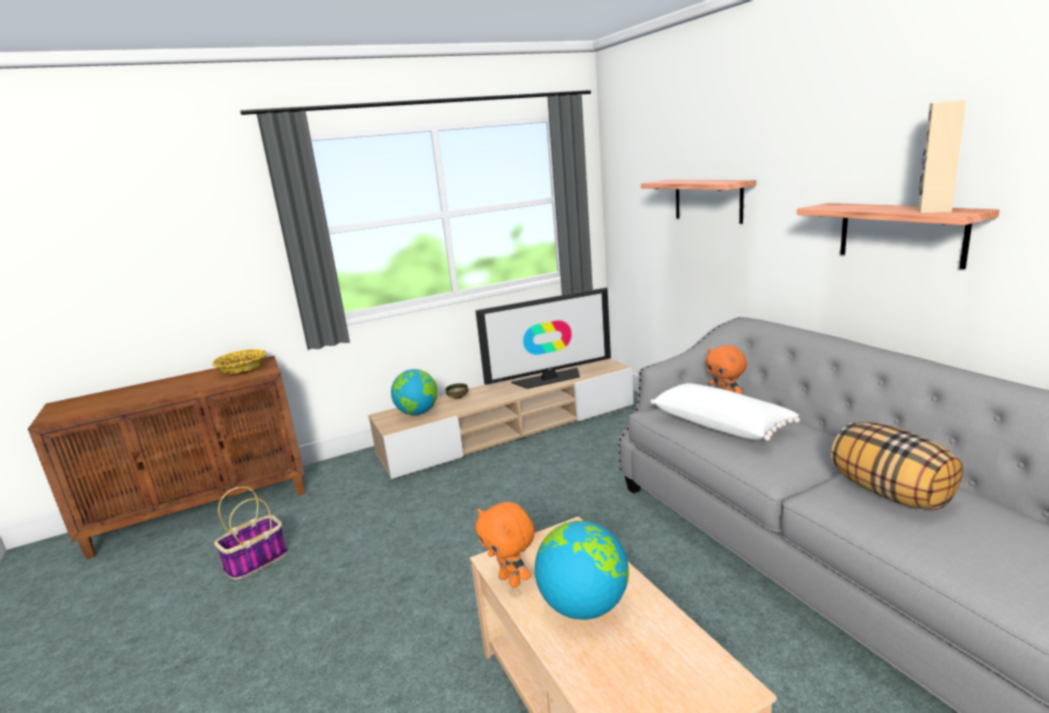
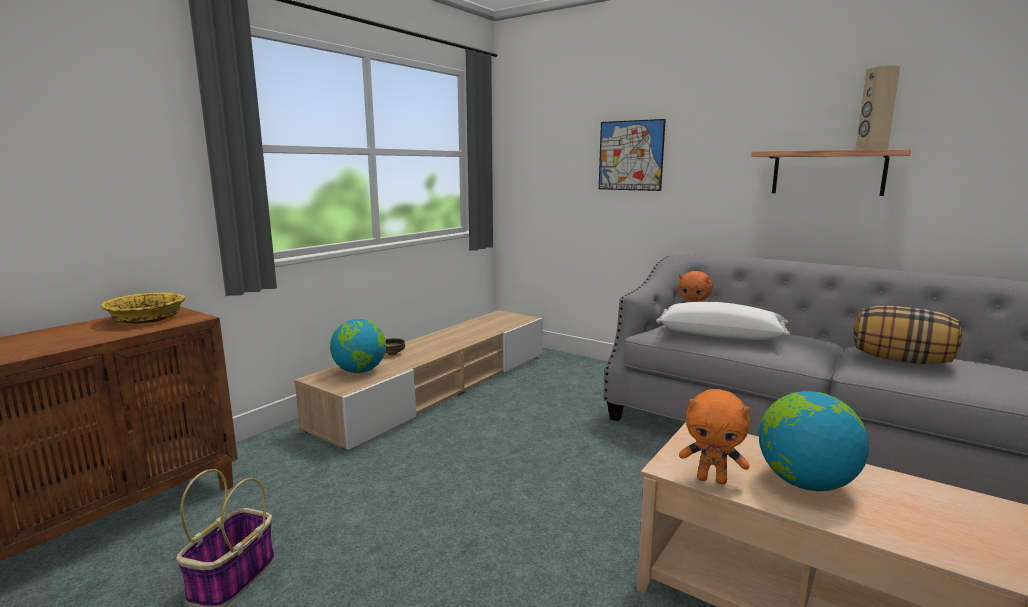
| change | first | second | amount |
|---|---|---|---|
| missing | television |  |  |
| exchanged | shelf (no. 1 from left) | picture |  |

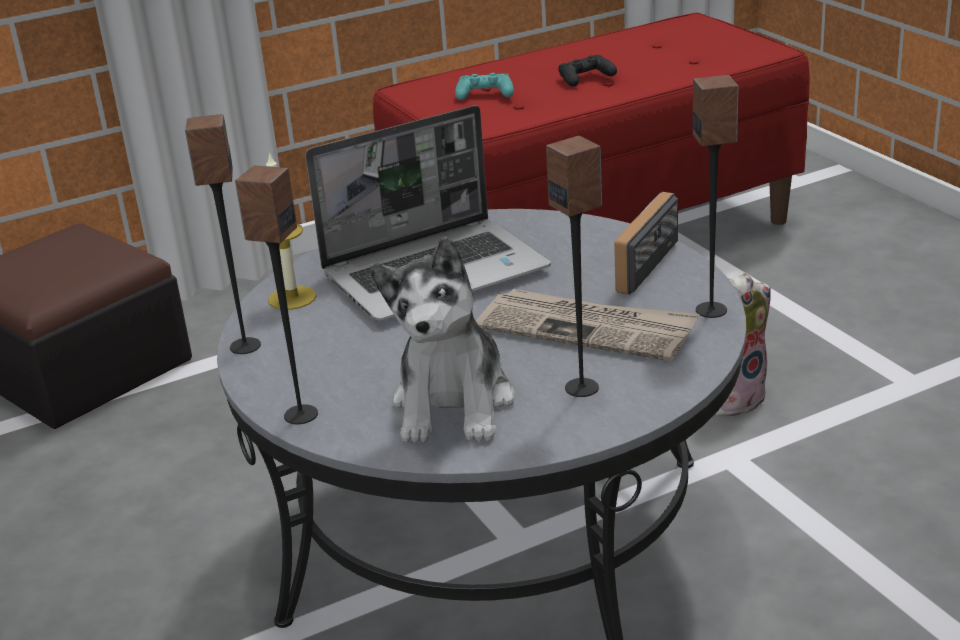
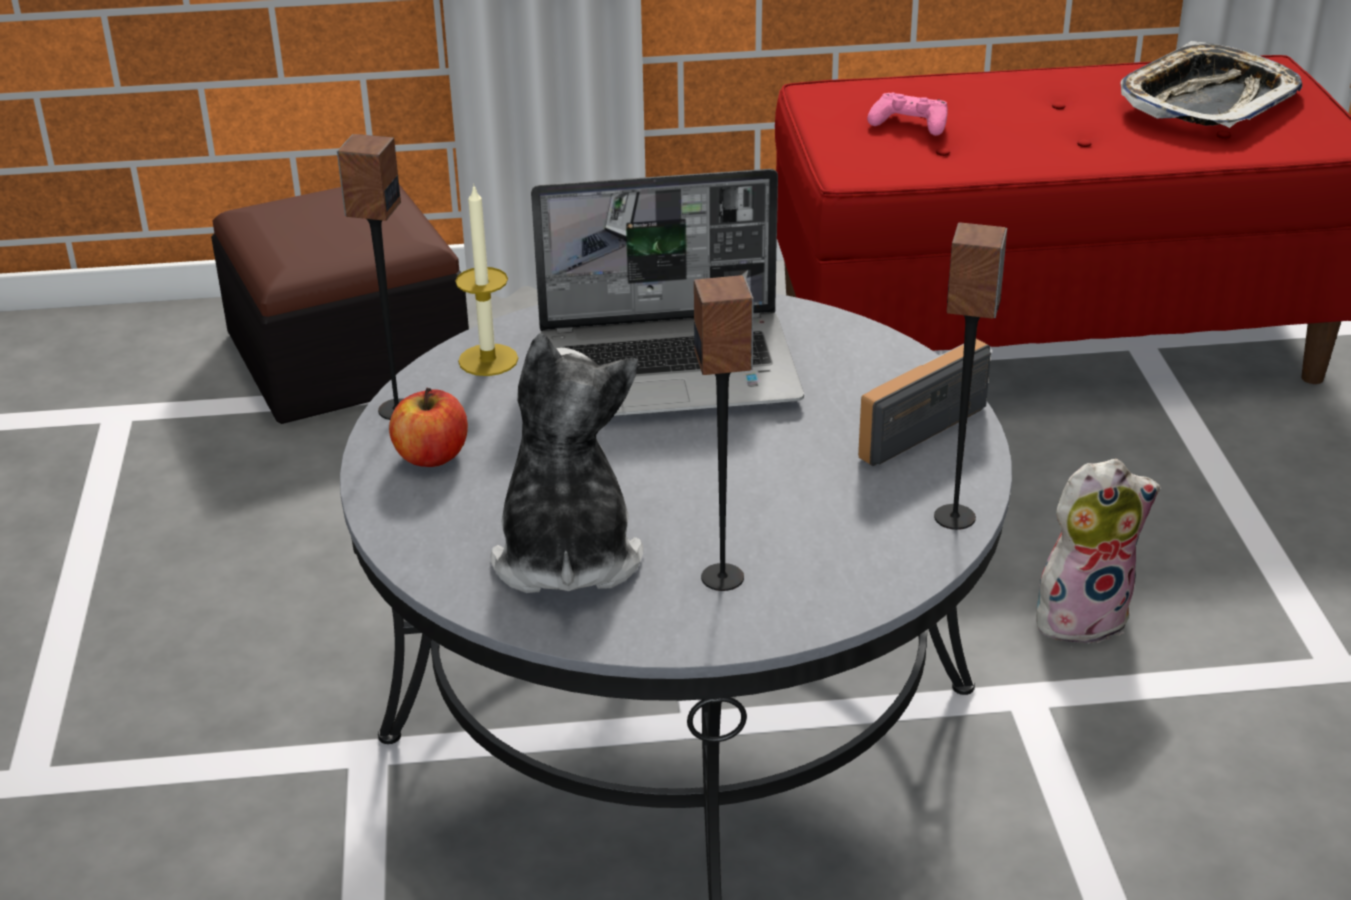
| change | first | second | amount |
|---|---|---|---|
| missing | speaker (no. 2 from left) |  |  |
| missing | newspaper |  |  |
| missing | black game controller |  |  |
| appeared |  | apple |  |
| appeared |  | tray |  |
| colour | turquoise game controller | pink game controller |  |
| spun | plush toy (no. 1 from left) |  | 150 degrees clockwise |

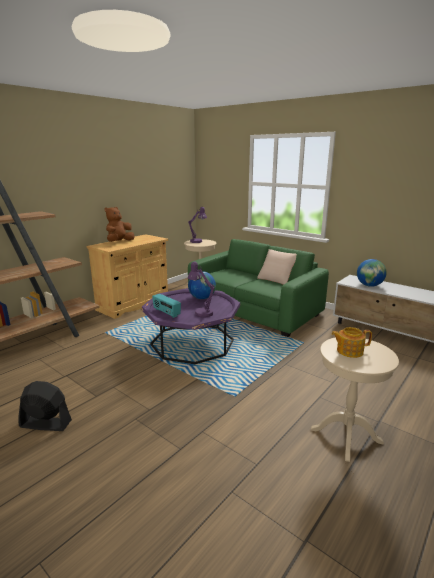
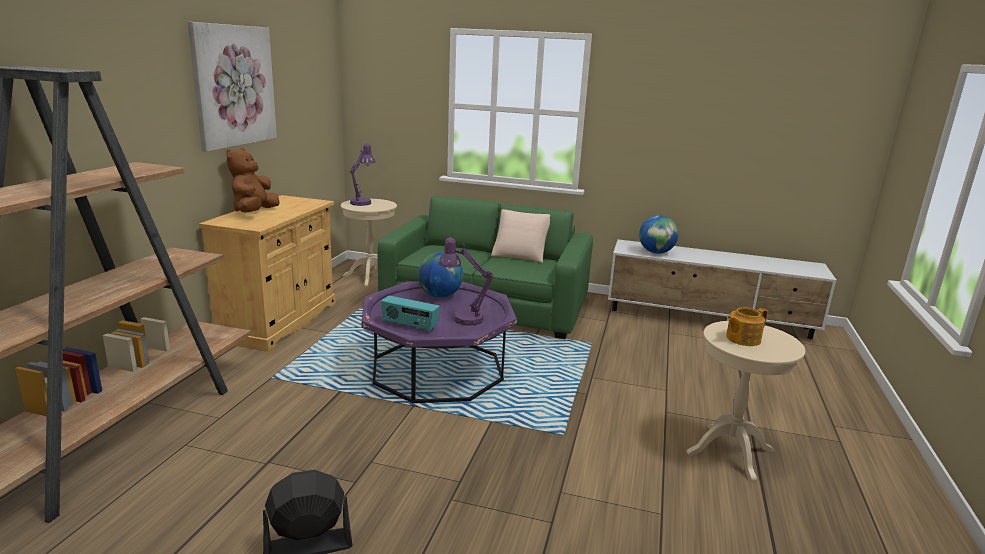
| change | first | second | amount |
|---|---|---|---|
| appeared |  | picture |  |

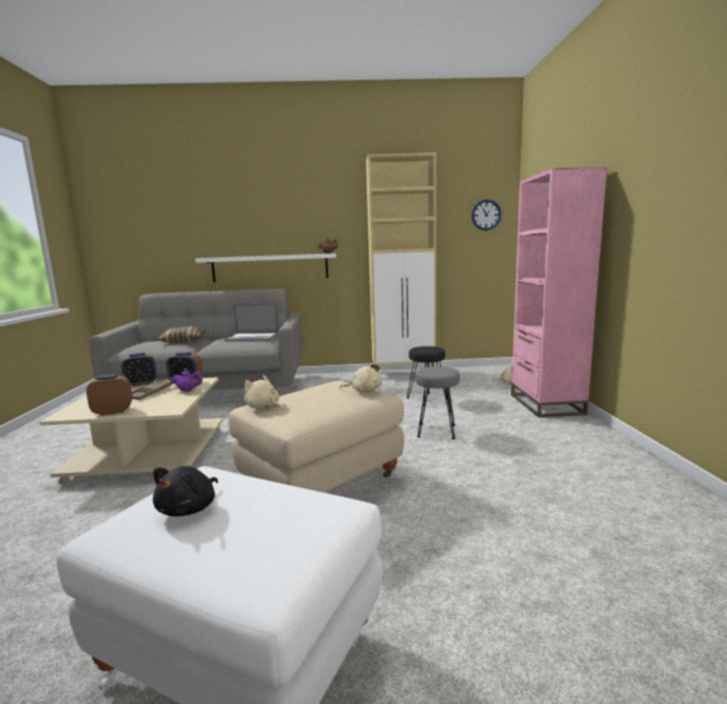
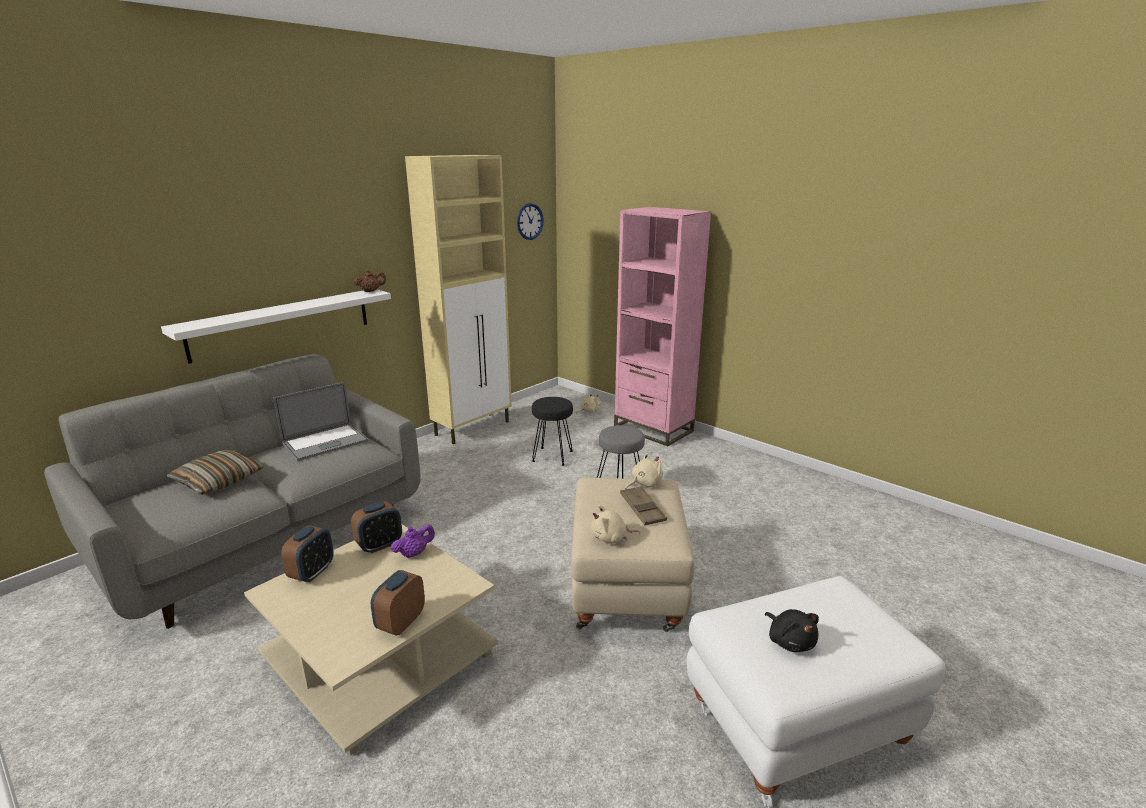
| change | first | second | amount |
|---|---|---|---|
| relocated | brown tray |  |  |

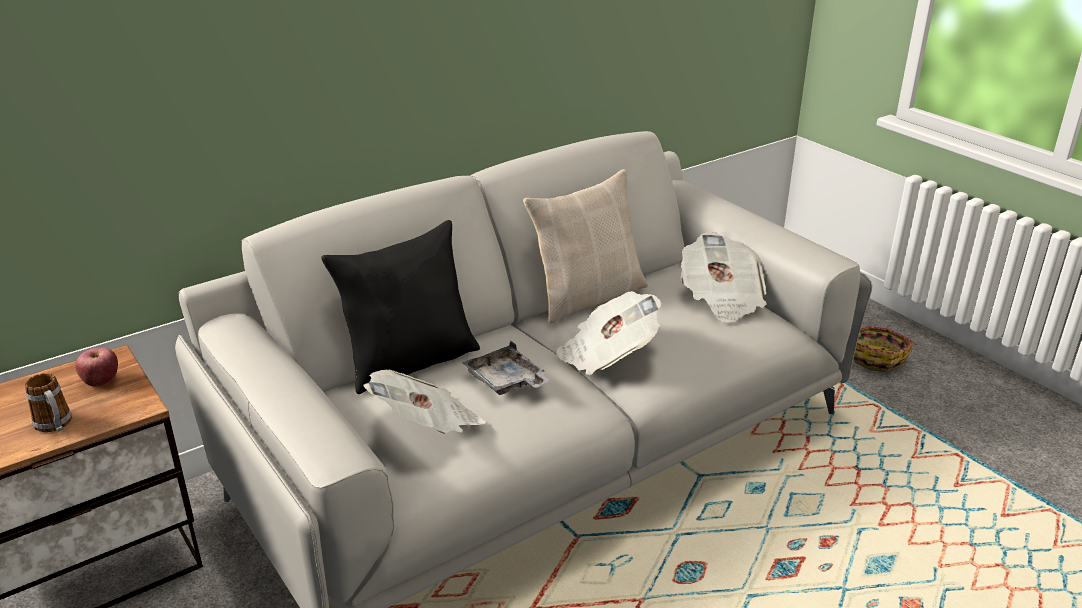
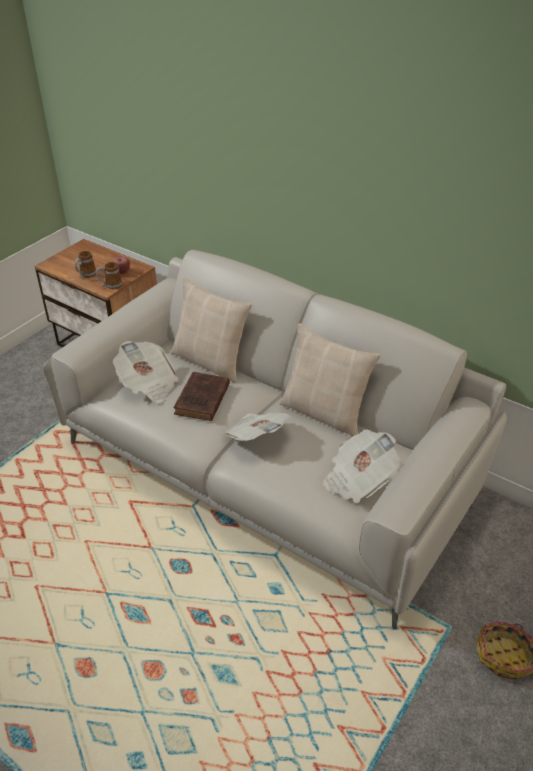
| change | first | second | amount |
|---|---|---|---|
| appeared |  | mug (no. 2 from left) |  |
| exchanged | grey tray | brown book |  |
| colour | black pillow | beige pillow (no. 1 from left) |  |

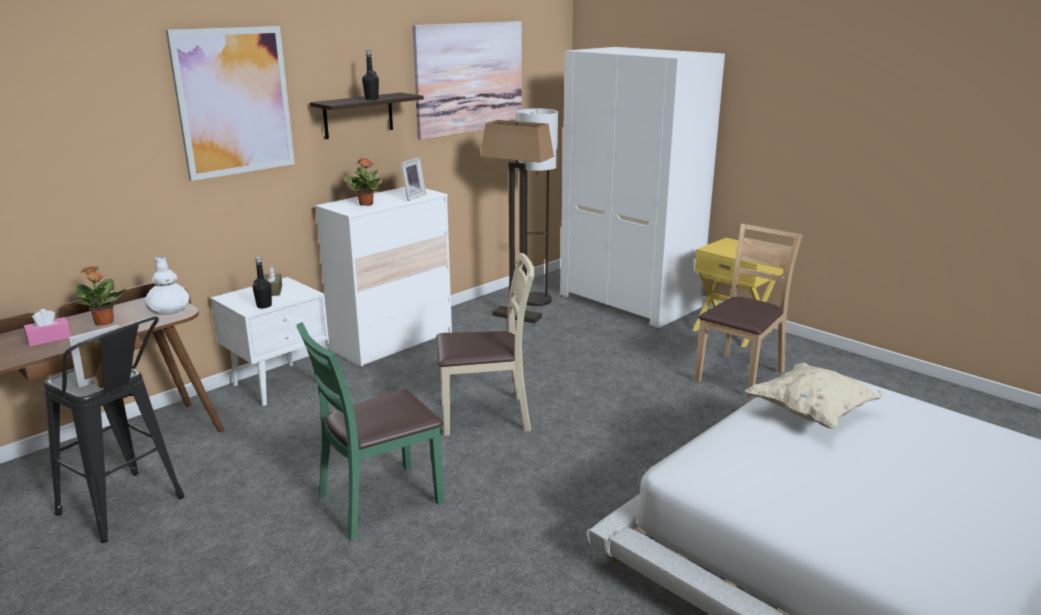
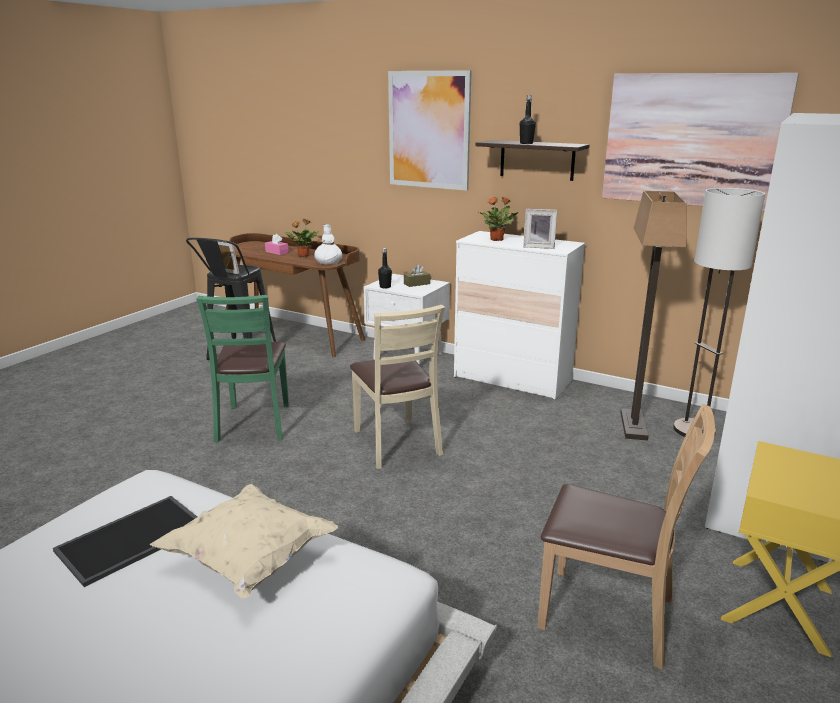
| change | first | second | amount |
|---|---|---|---|
| appeared |  | tray |  |
| spun | green chair |  | 135 degrees counterclockwise |

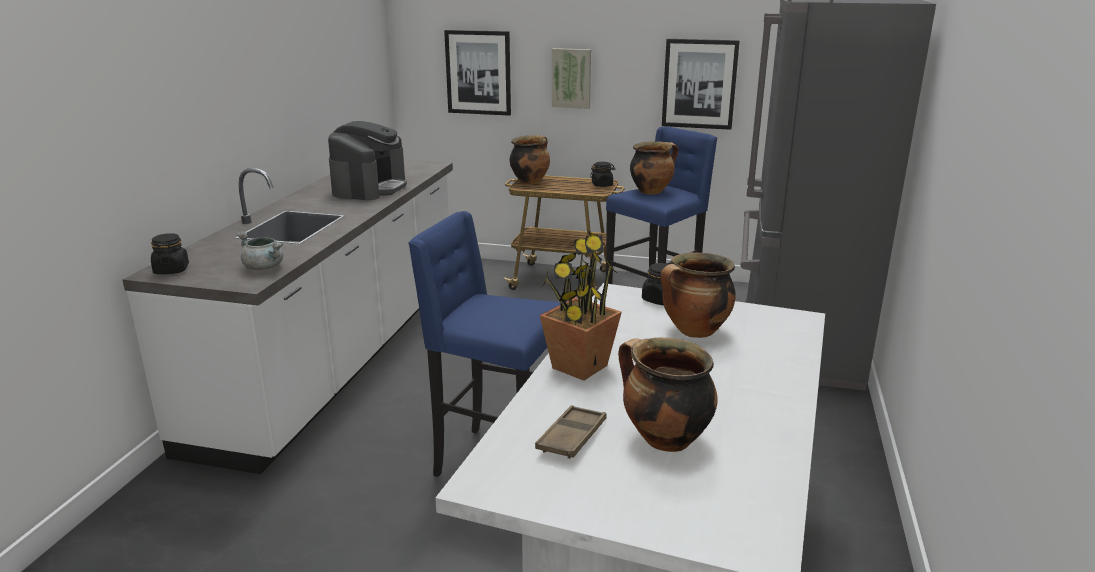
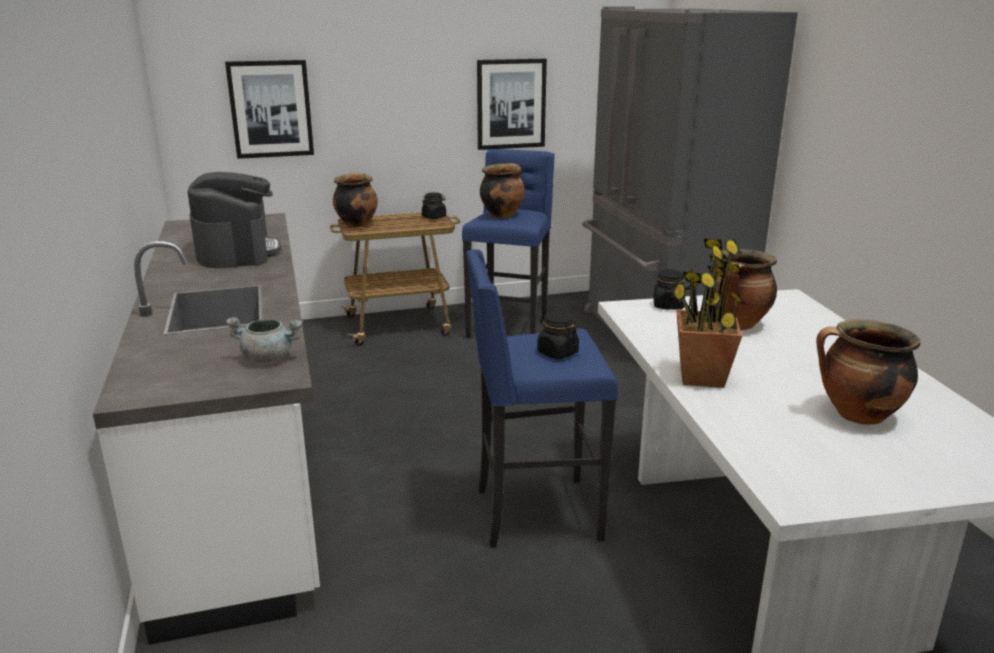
| change | first | second | amount |
|---|---|---|---|
| missing | brown tray |  |  |
| missing | picture (no. 2 from left) |  |  |
| relocated | black jar (no. 1 from left in the first image) | black jar (no. 2 from left) |  |

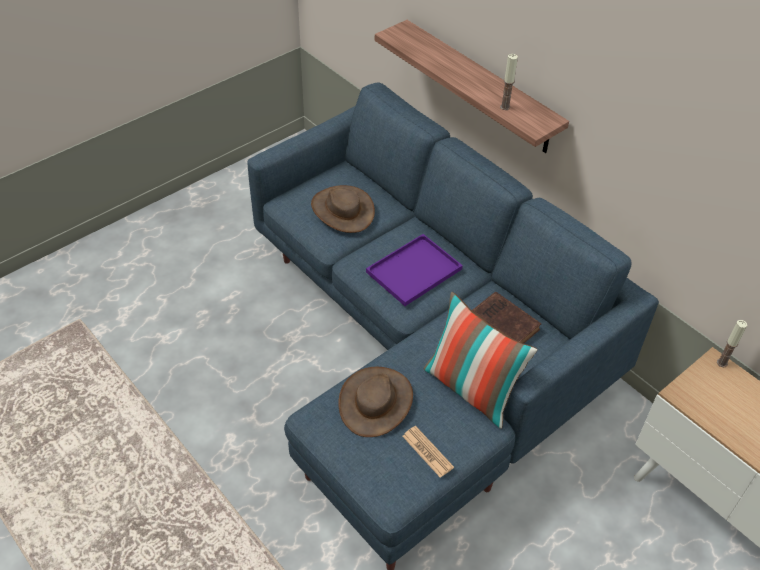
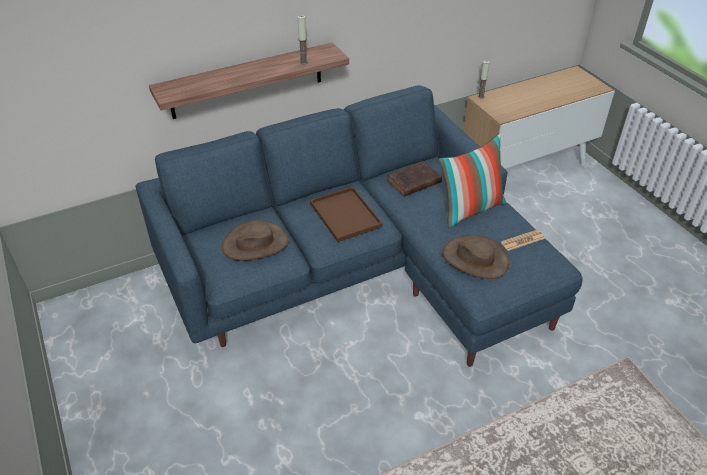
| change | first | second | amount |
|---|---|---|---|
| colour | purple tray | brown tray |  |

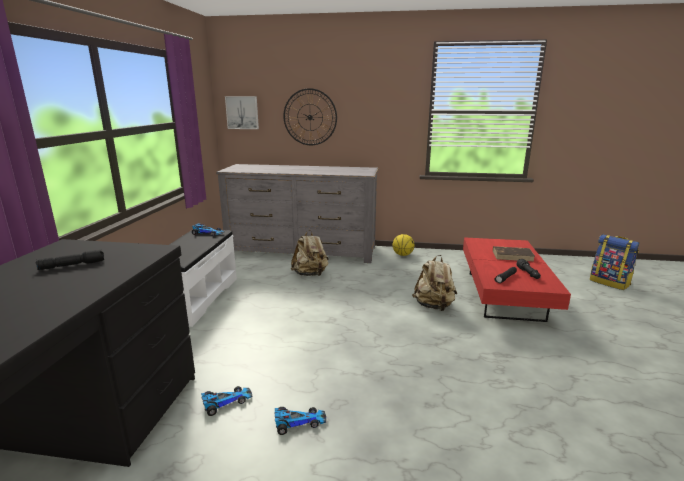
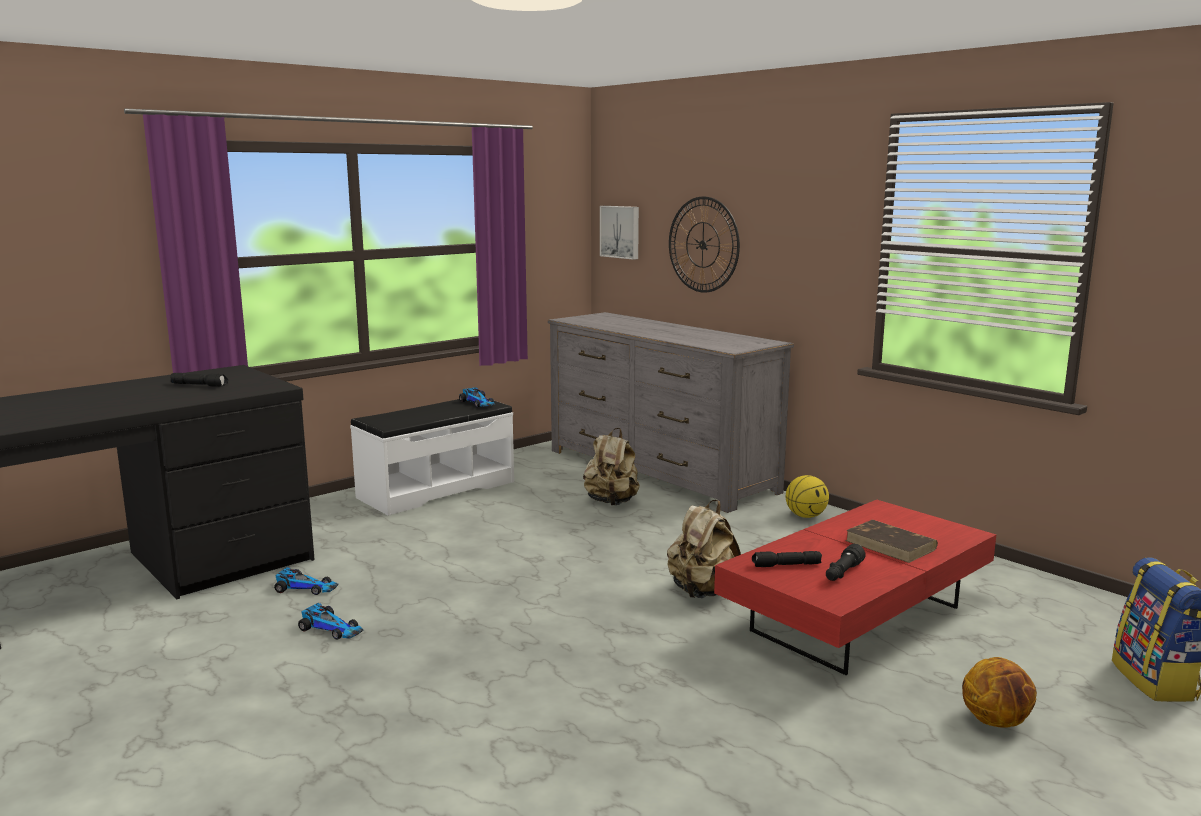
| change | first | second | amount |
|---|---|---|---|
| appeared |  | basketball (no. 2 from left) |  |

